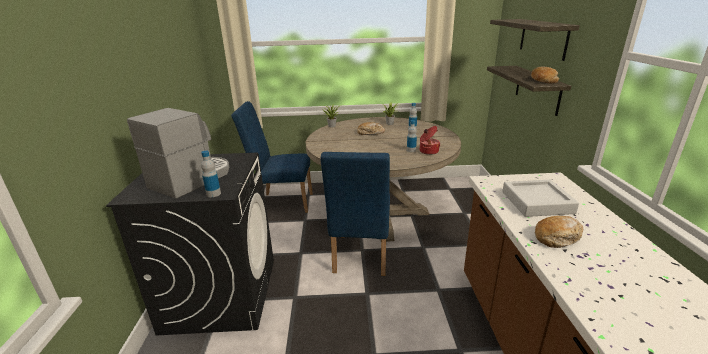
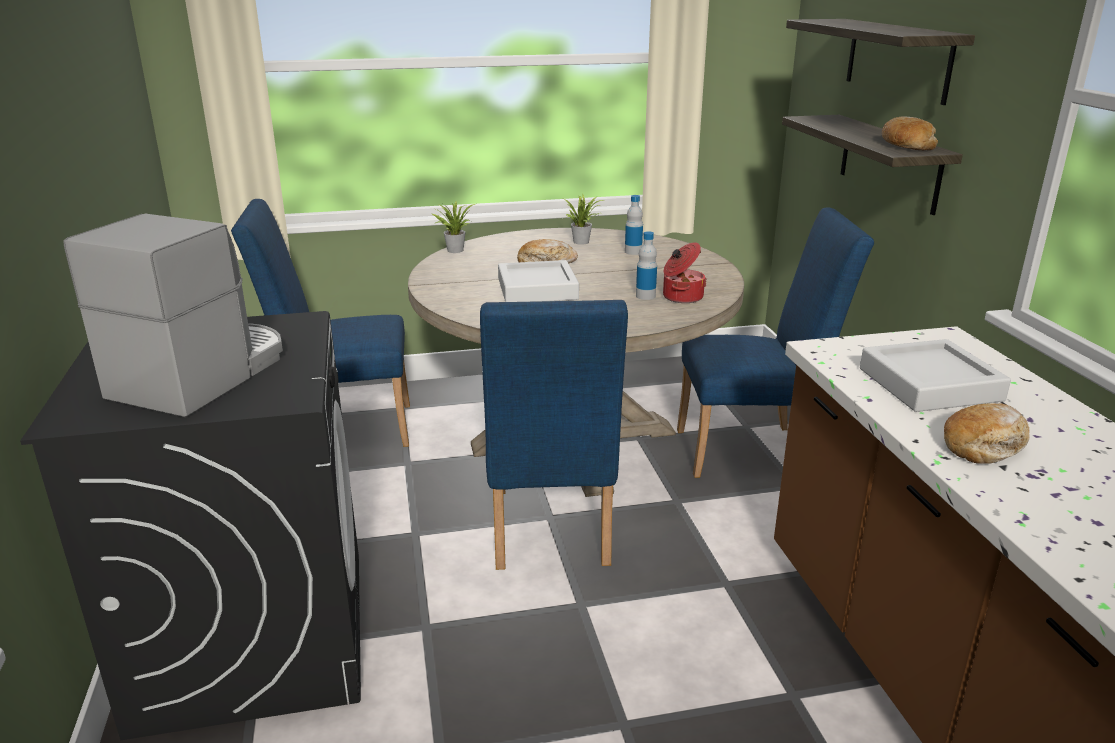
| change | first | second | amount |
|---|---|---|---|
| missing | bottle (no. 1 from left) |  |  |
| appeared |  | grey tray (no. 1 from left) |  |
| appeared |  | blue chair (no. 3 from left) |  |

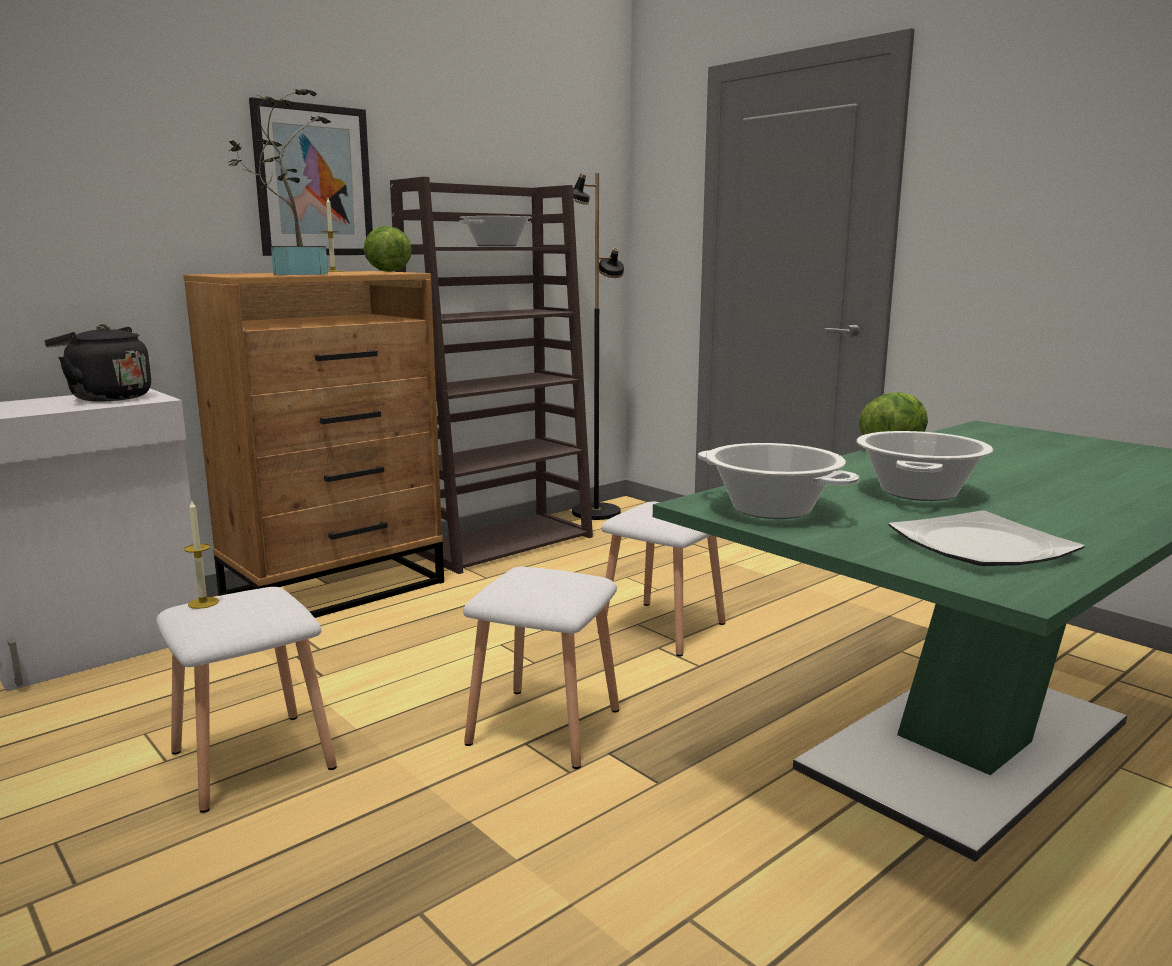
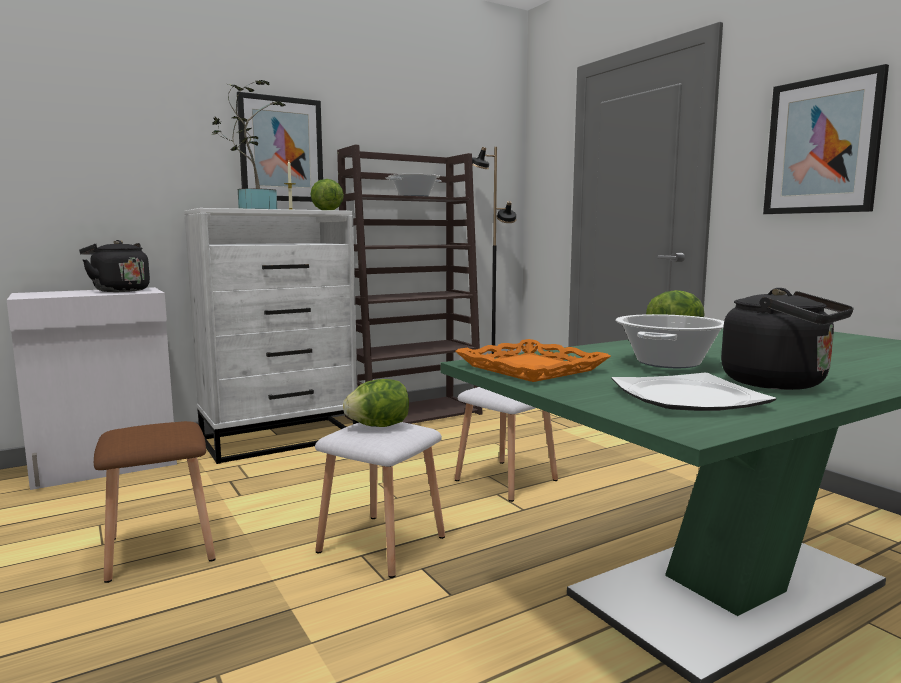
| change | first | second | amount |
|---|---|---|---|
| missing | candle (no. 1 from left) |  |  |
| appeared |  | lettuce (no. 2 from left) |  |
| appeared |  | black kettle (no. 2 from left) |  |
| appeared |  | picture (no. 2 from left) |  |
| exchanged | cooking pot (no. 2 from left) | orange tray |  |
| colour | white stool (no. 1 from left) | brown stool |  |
| colour | brown dresser | white dresser |  |

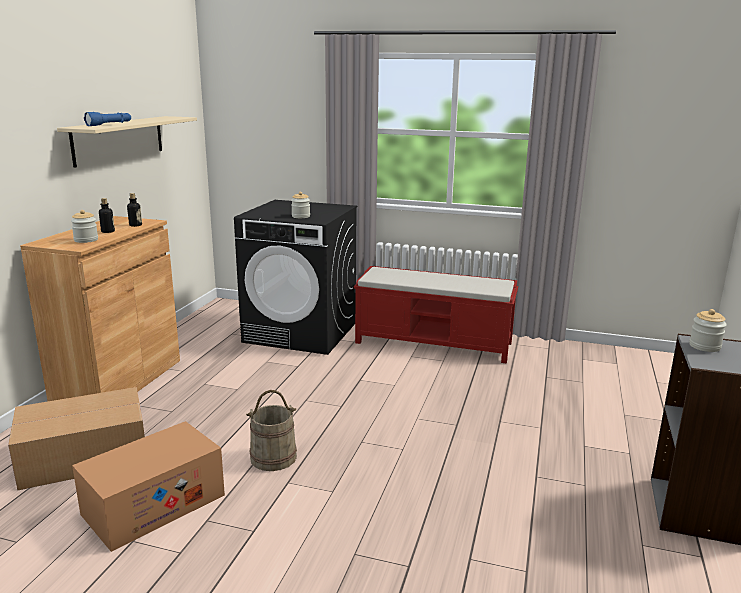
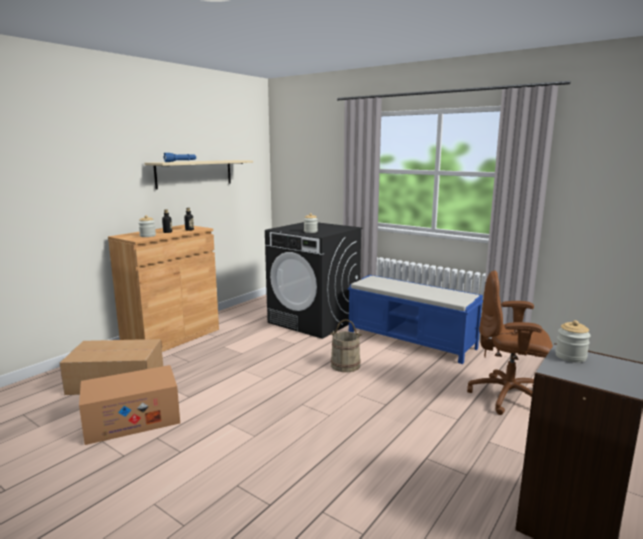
| change | first | second | amount |
|---|---|---|---|
| appeared |  | brown office chair |  |
| relocated | beige bucket |  |  |
| colour | red bench | blue bench |  |

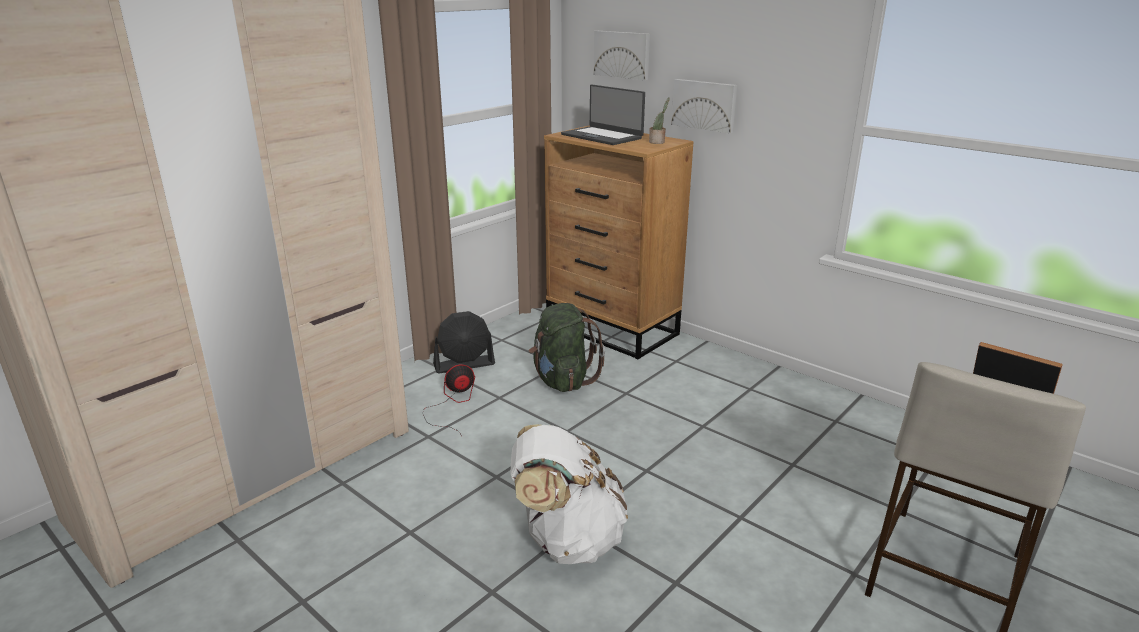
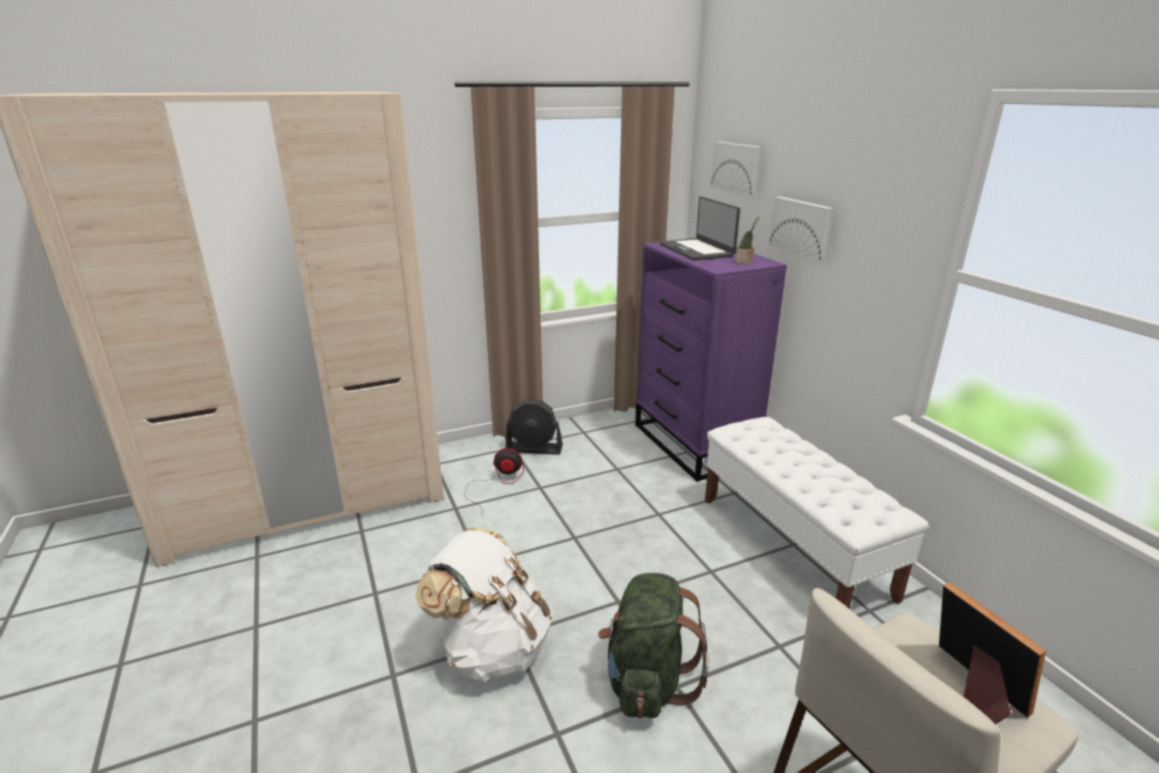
| change | first | second | amount |
|---|---|---|---|
| appeared |  | white bench |  |
| relocated | green backpack |  |  |
| colour | brown dresser | purple dresser |  |

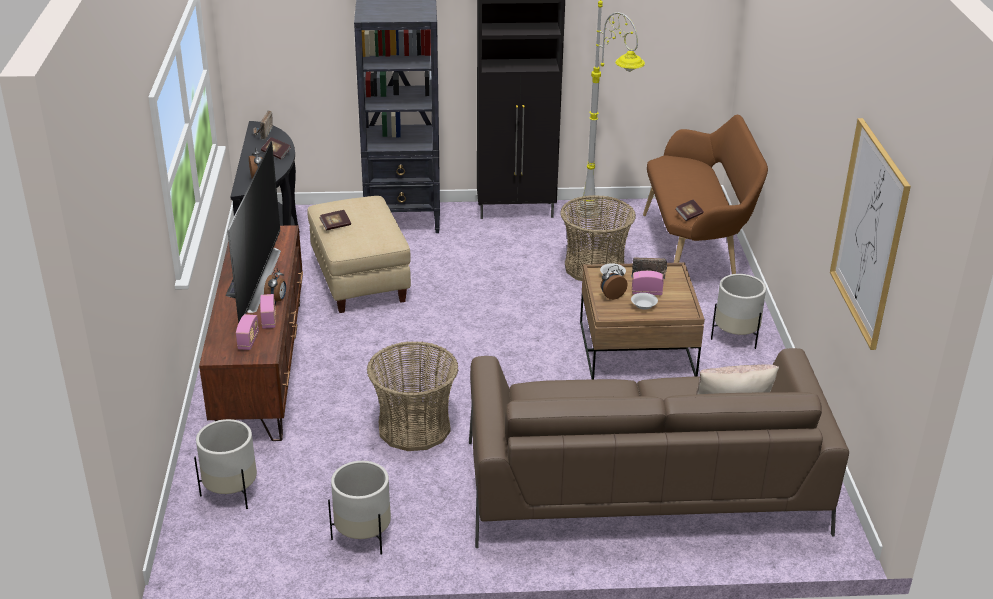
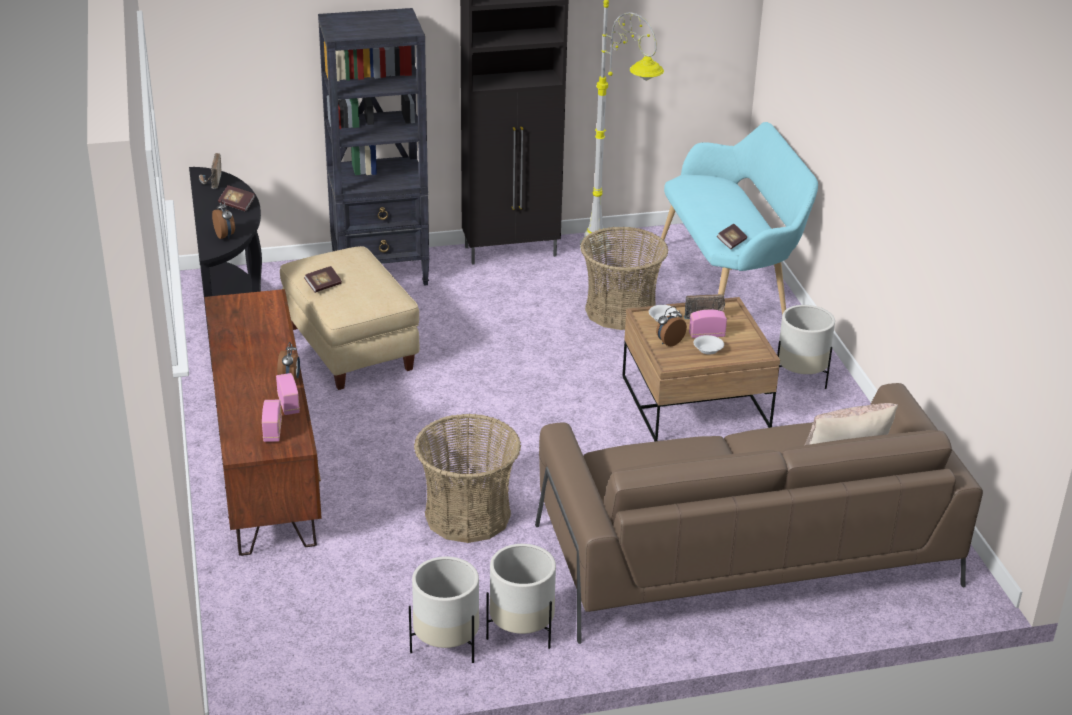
| change | first | second | amount |
|---|---|---|---|
| missing | television |  |  |
| missing | picture |  |  |
| relocated | white planter (no. 1 from left in the first image) | white planter (no. 2 from left) |  |
| colour | brown bench | turquoise bench |  |

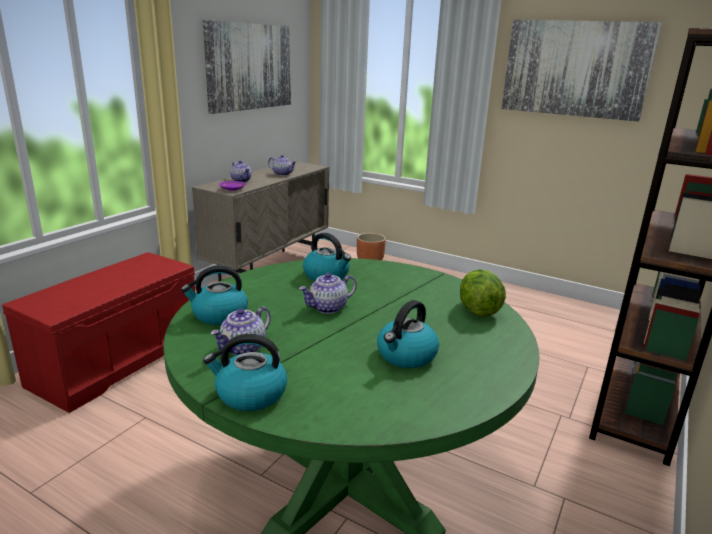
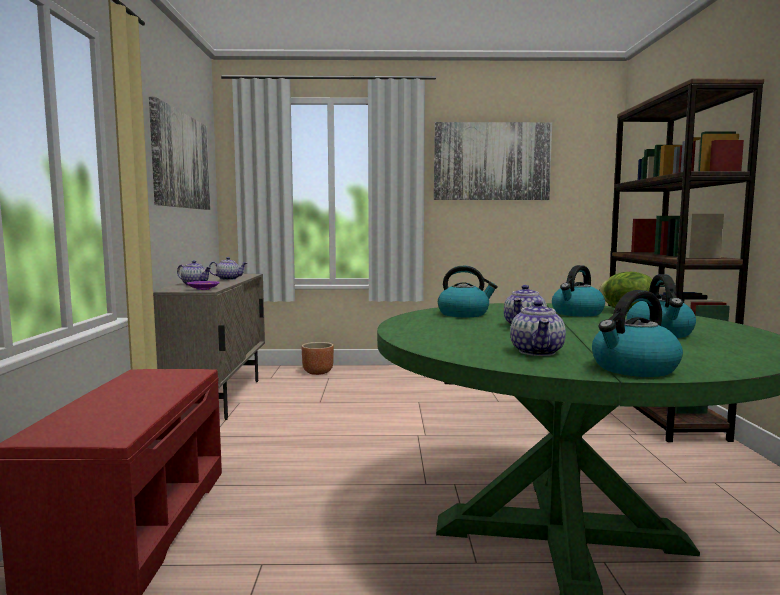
| change | first | second | amount |
|---|---|---|---|
| relocated | kettle (no. 1 from left in the first image) | kettle (no. 2 from left) |  |

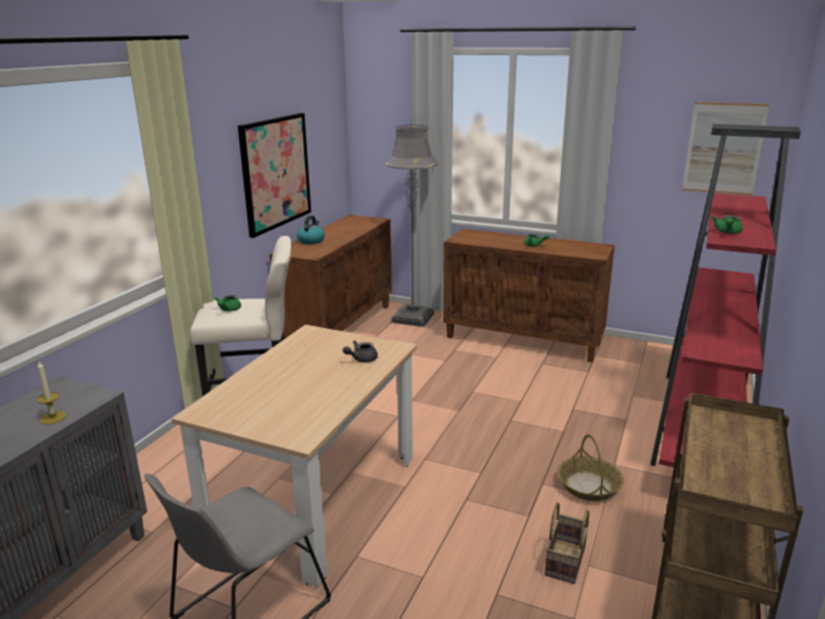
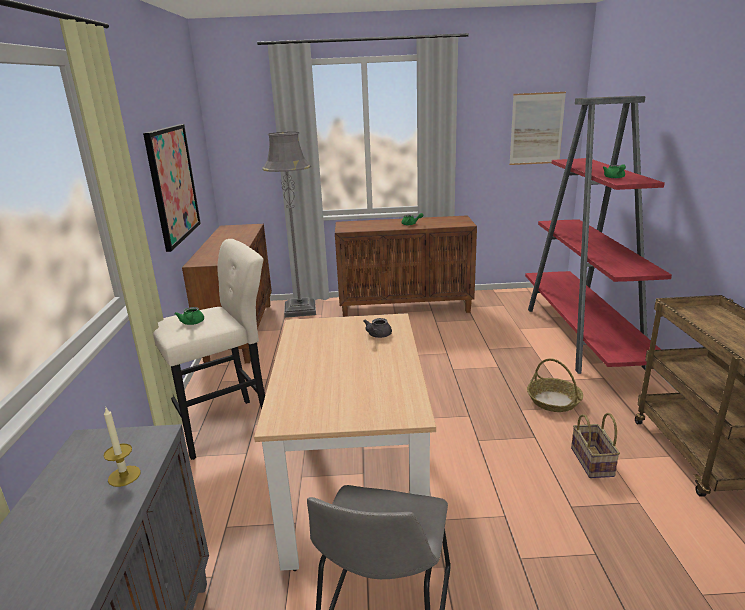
| change | first | second | amount |
|---|---|---|---|
| missing | kettle |  |  |

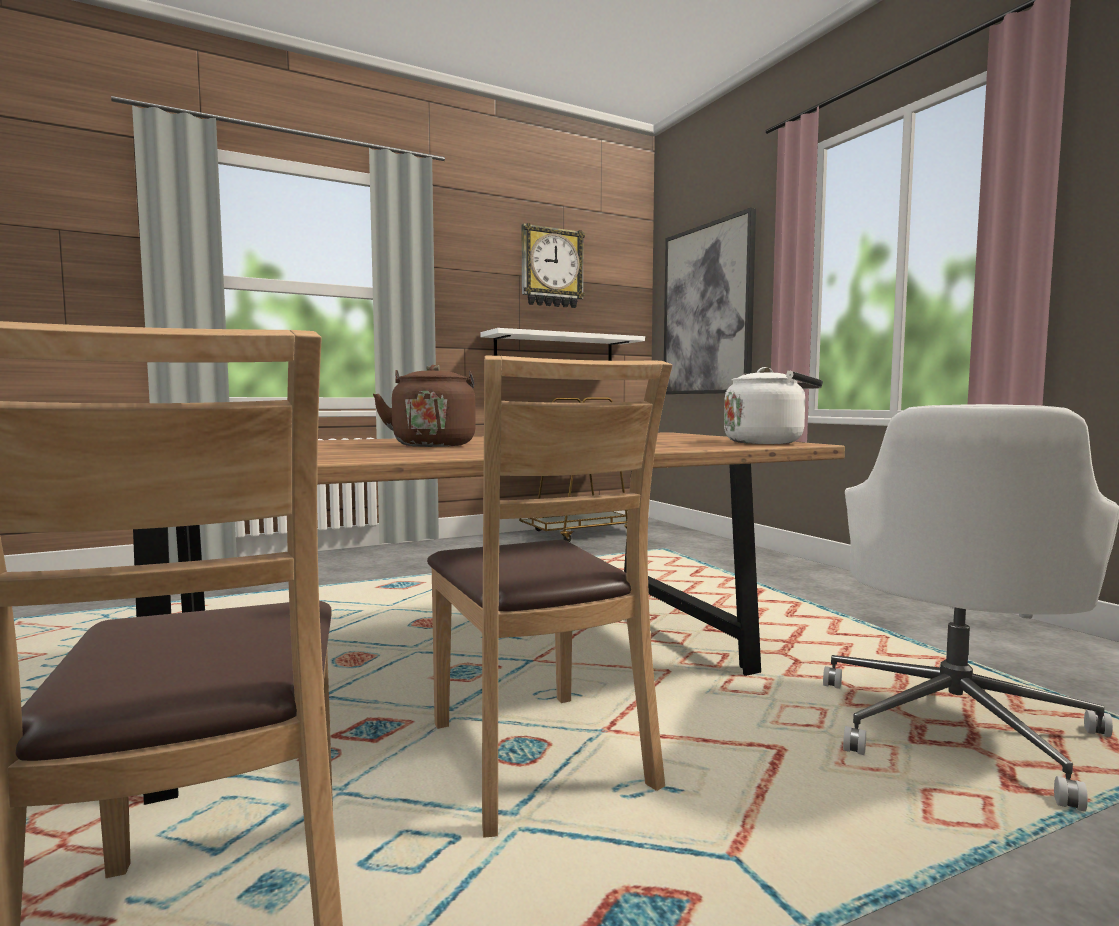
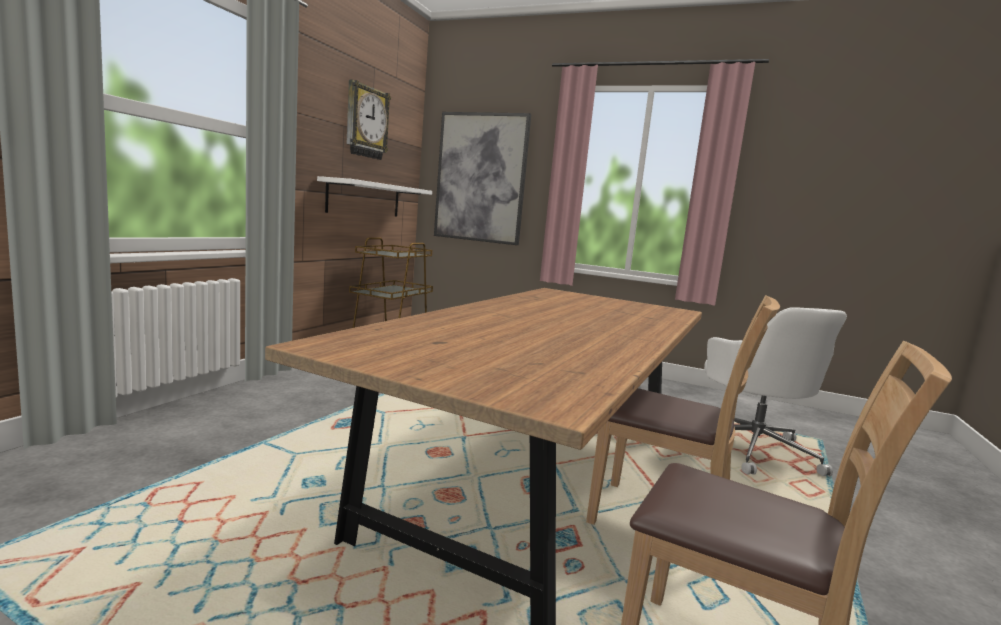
| change | first | second | amount |
|---|---|---|---|
| missing | brown kettle |  |  |
| missing | white kettle |  |  |

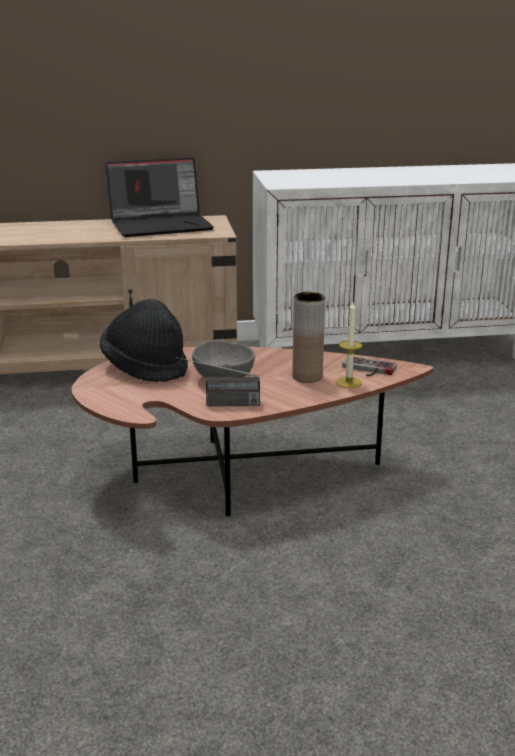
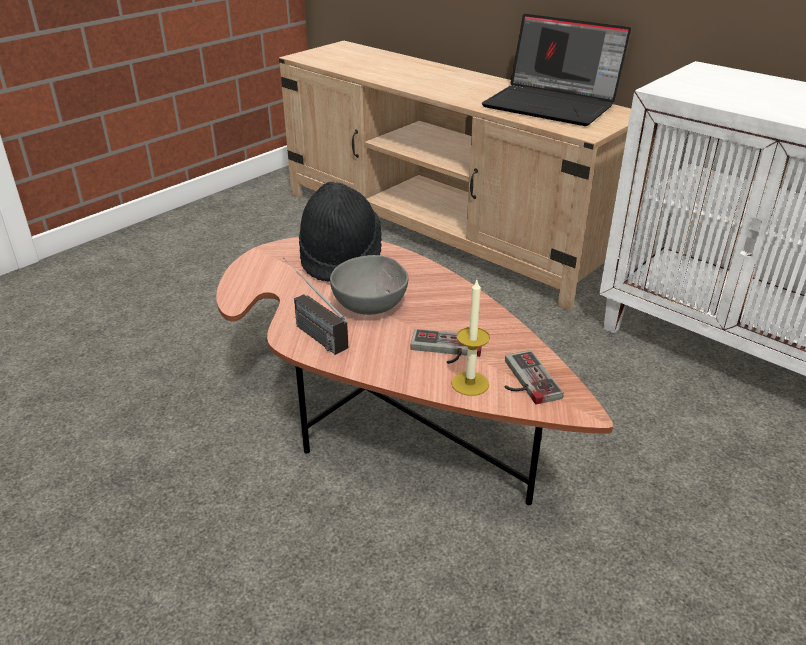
| change | first | second | amount |
|---|---|---|---|
| exchanged | brown vase | game controller (no. 1 from left) |  |

